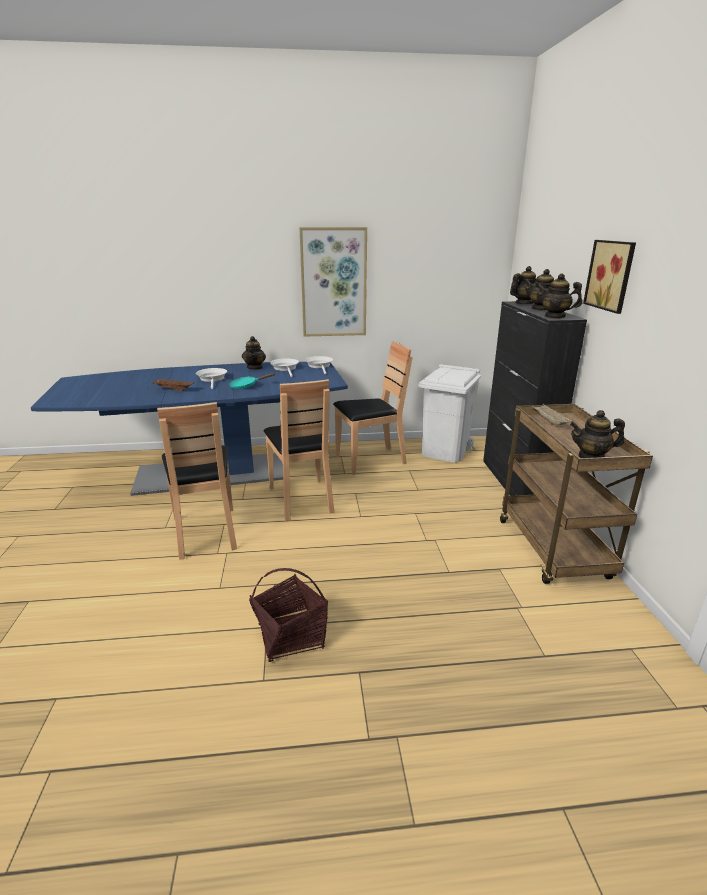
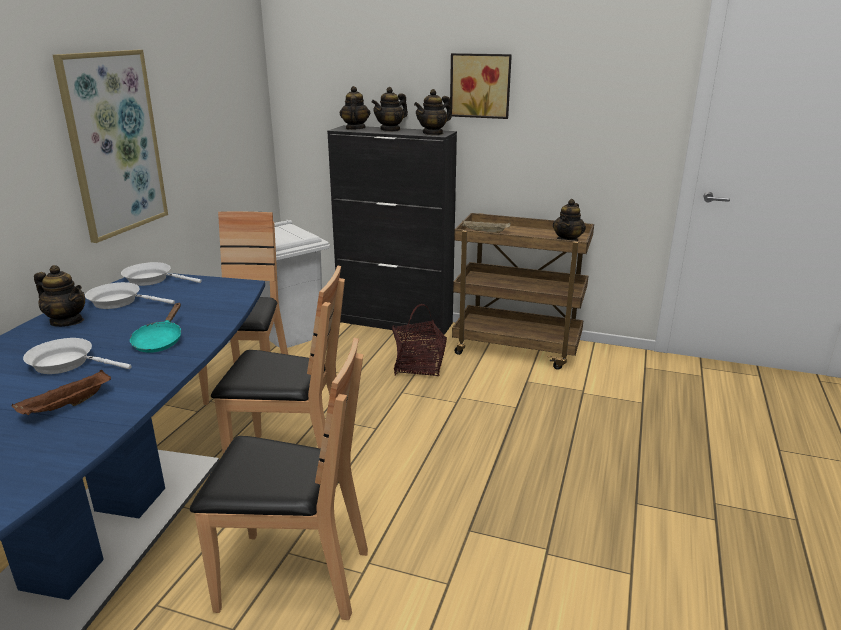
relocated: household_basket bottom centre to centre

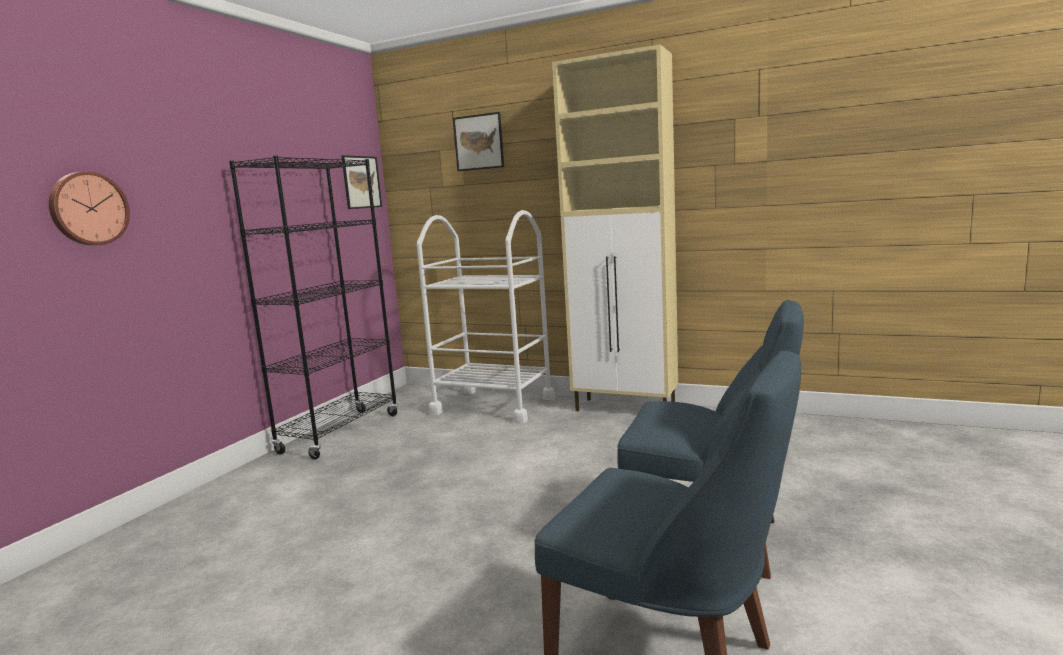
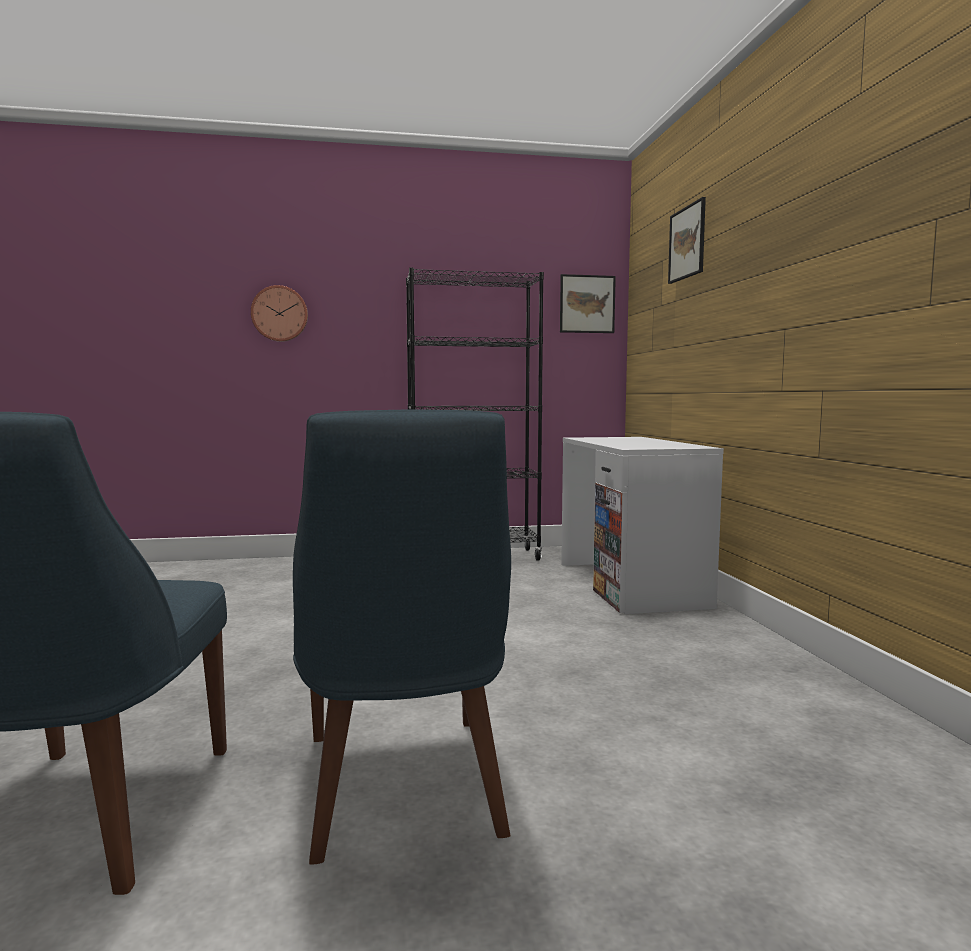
missing: beige-coloured_cabinet centre
exchanged: whitish_cart centre to whitish_desk_unit centre

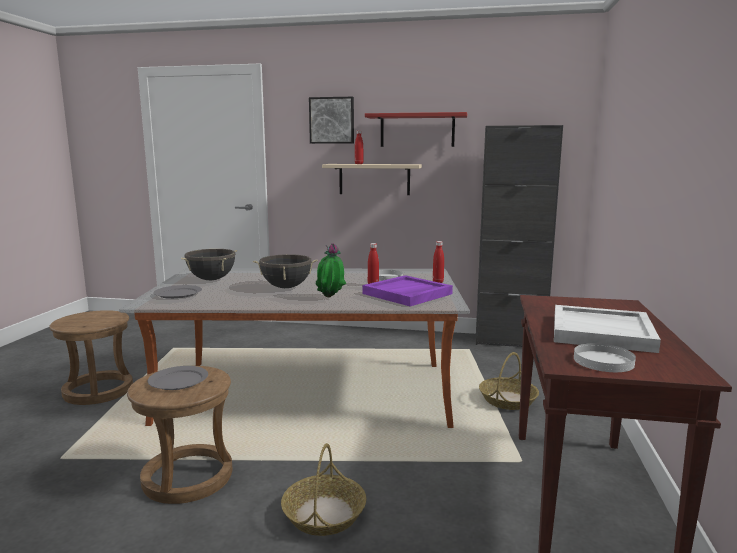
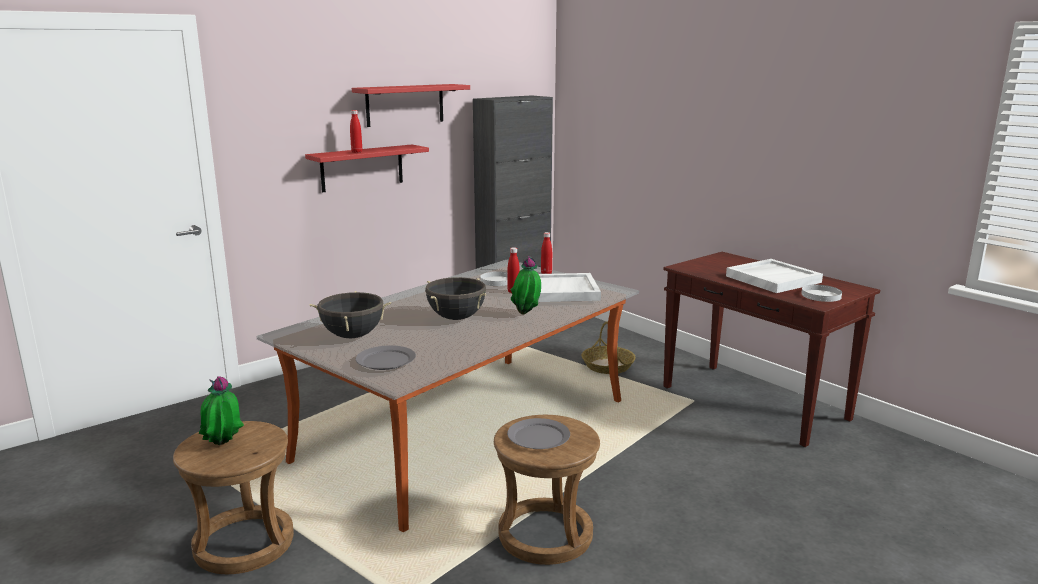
missing: household_basket (no. 1 from left) bottom centre; wall_picture top centre
appeared: plant_in_a_pot (no. 1 from left) bottom left
colour: beige-coloured_wall_shelf top centre to reddish_wall_shelf (no. 1 from left) top centre; purple-coloured_carrying_tray centre to whitish_carrying_tray (no. 1 from left) centre

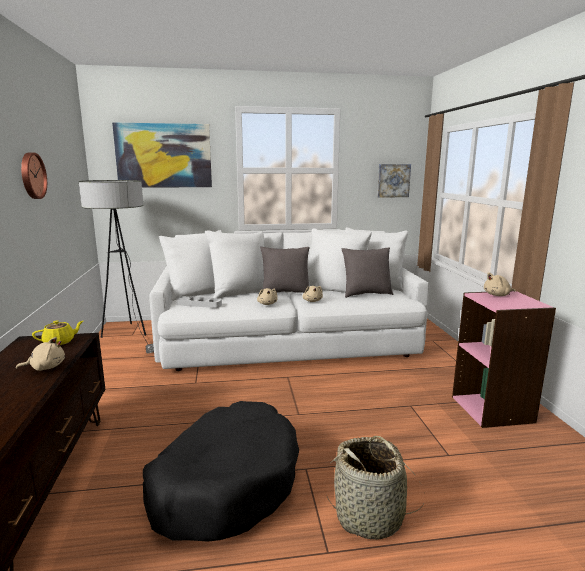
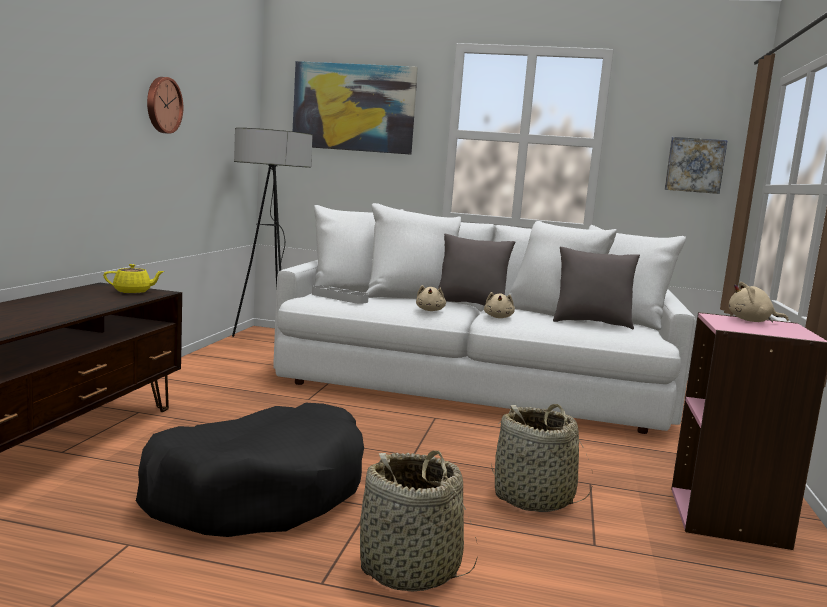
missing: beige-coloured_plush_toy (no. 1 from left) middle left
appeared: household_basket (no. 2 from left) bottom centre

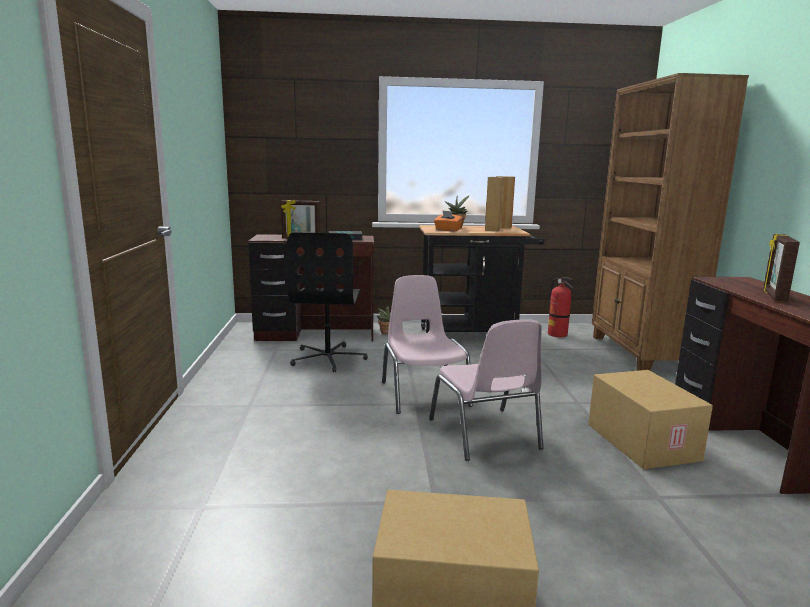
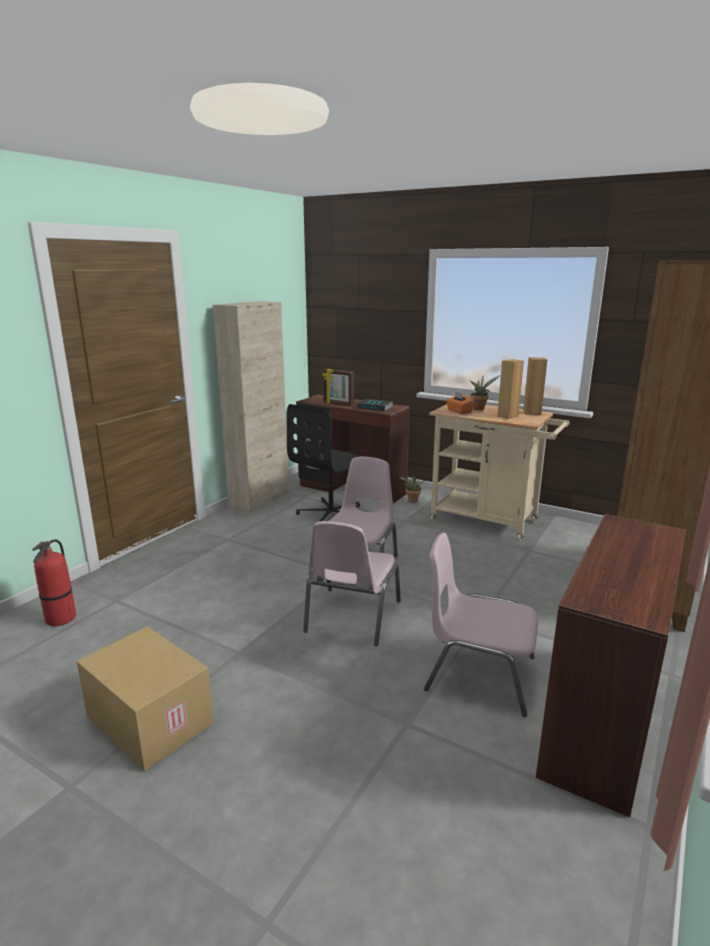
missing: picture_frame (no. 2 from left) middle right
appeared: beige-coloured_cabinet centre
relocated: extinguisher middle right to middle left
exchanged: cardboard_box (no. 2 from left) bottom right to pinkish_upright_chair (no. 3 from left) middle right
colour: black-coloured_cart centre to beige-coloured_cart middle right

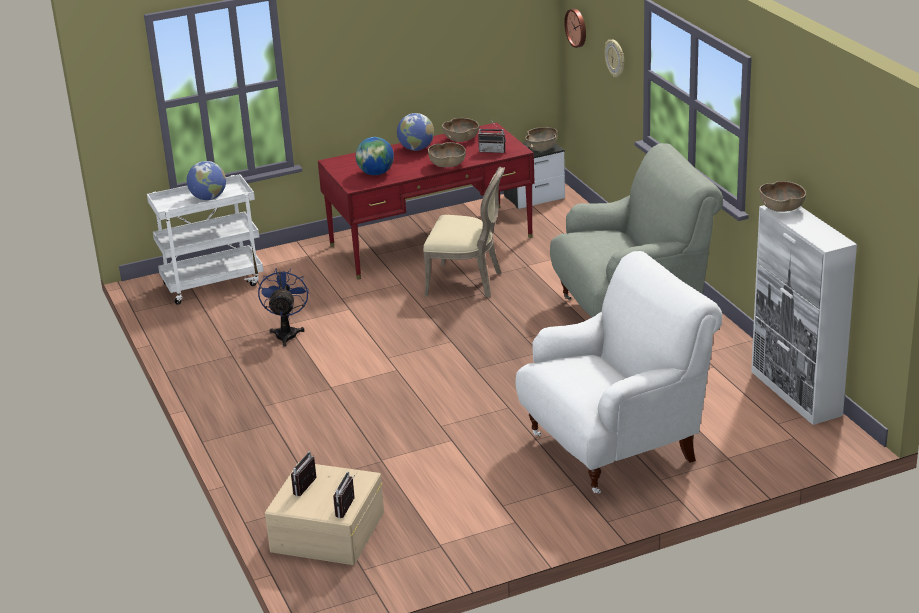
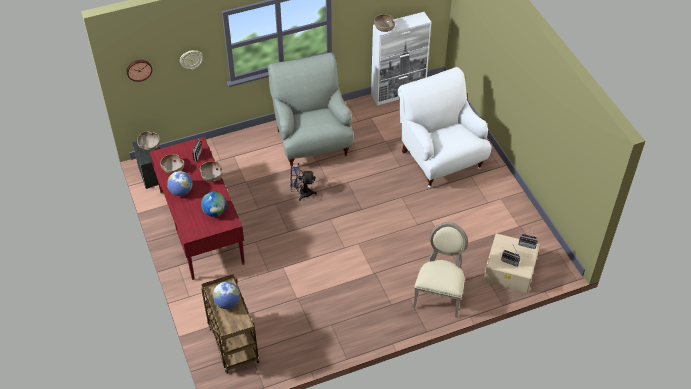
relocated: blue-coloured_fan middle left to centre; beige-coloured_upright_chair centre to bottom centre
colour: whitish_cart middle left to brown-coloured_cart bottom left

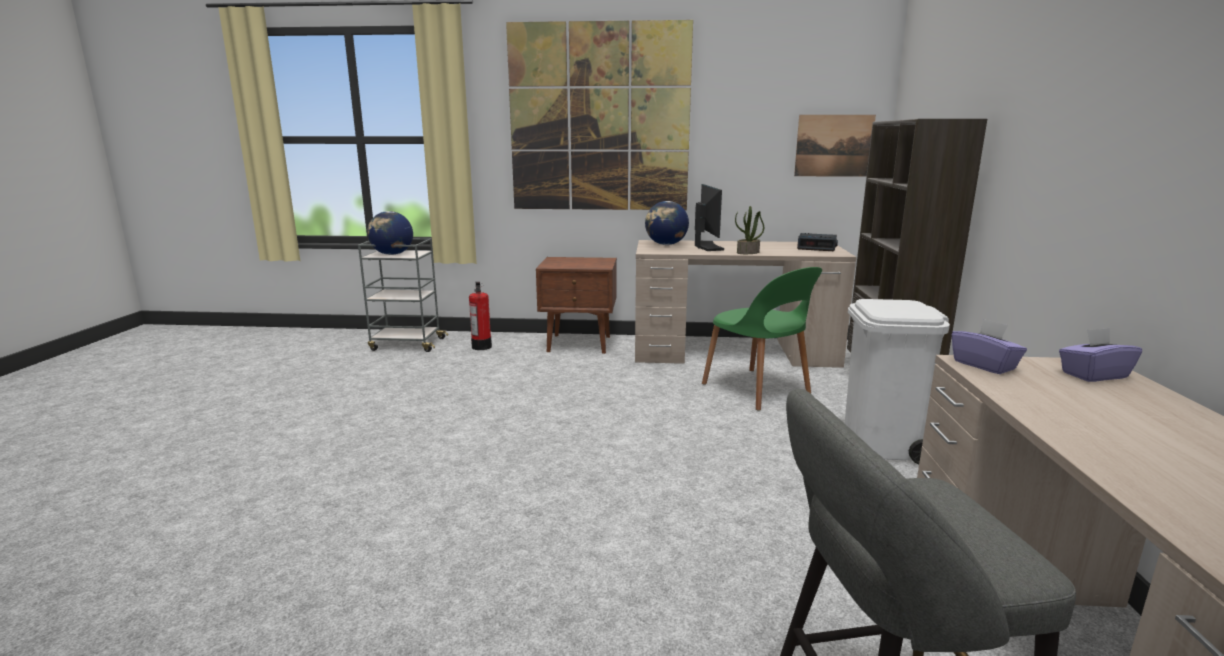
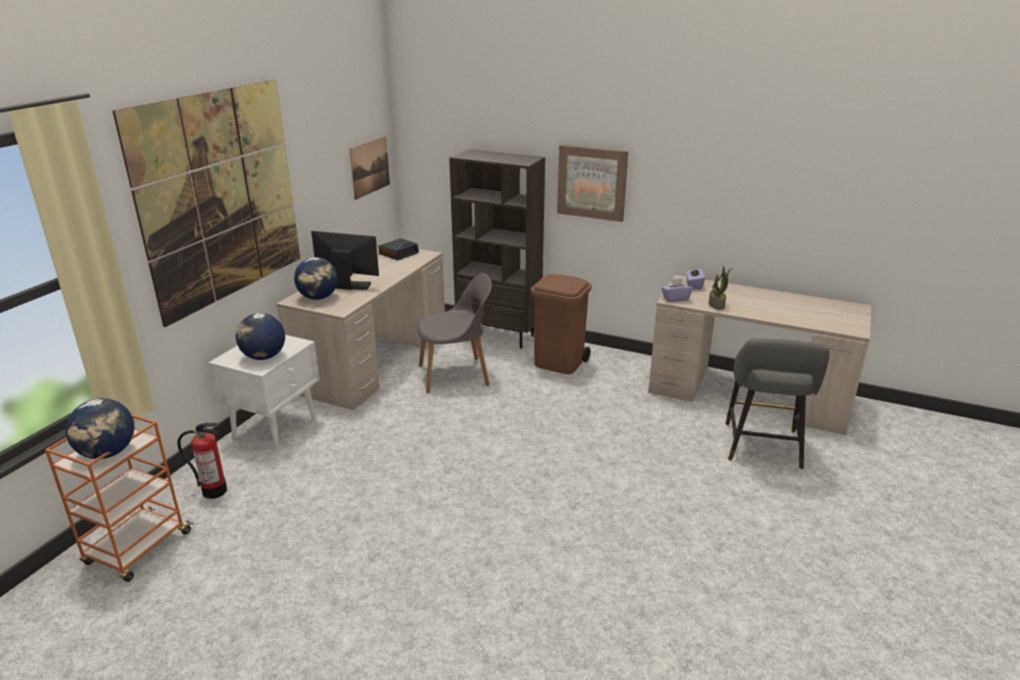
appeared: desk_globe (no. 2 from left) middle left; wall_picture (no. 3 from left) top centre
relocated: plant_in_a_pot centre to middle right
colour: gray_cart middle left to orange_cart bottom left; brown-coloured_nightstand centre to whitish_nightstand middle left; greenish_upright_chair centre to gray_upright_chair centre; whitish_rubbish_bin middle right to brown-coloured_rubbish_bin centre

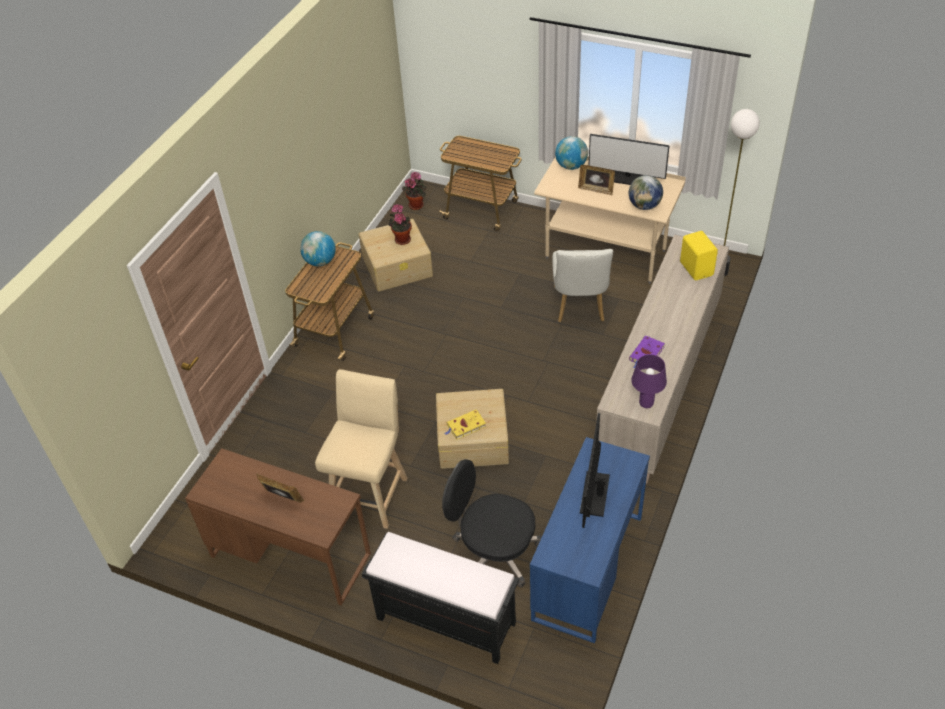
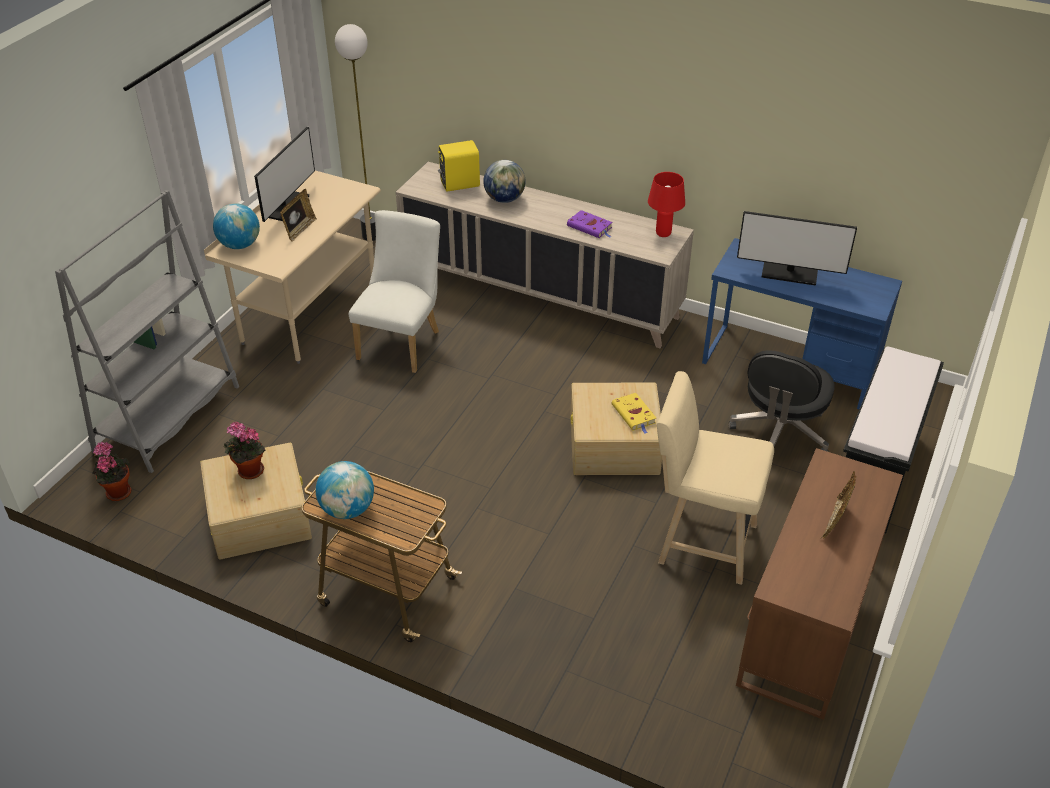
relocated: desk_globe (no. 3 from left) top right to top centre
exchanged: cart (no. 2 from left) top centre to gray_bookcase middle left
colour: purple-coloured_table_lamp middle right to reddish_table_lamp top centre
spun: whitish_upright_chair centre = centre 75 degrees counterclockwise

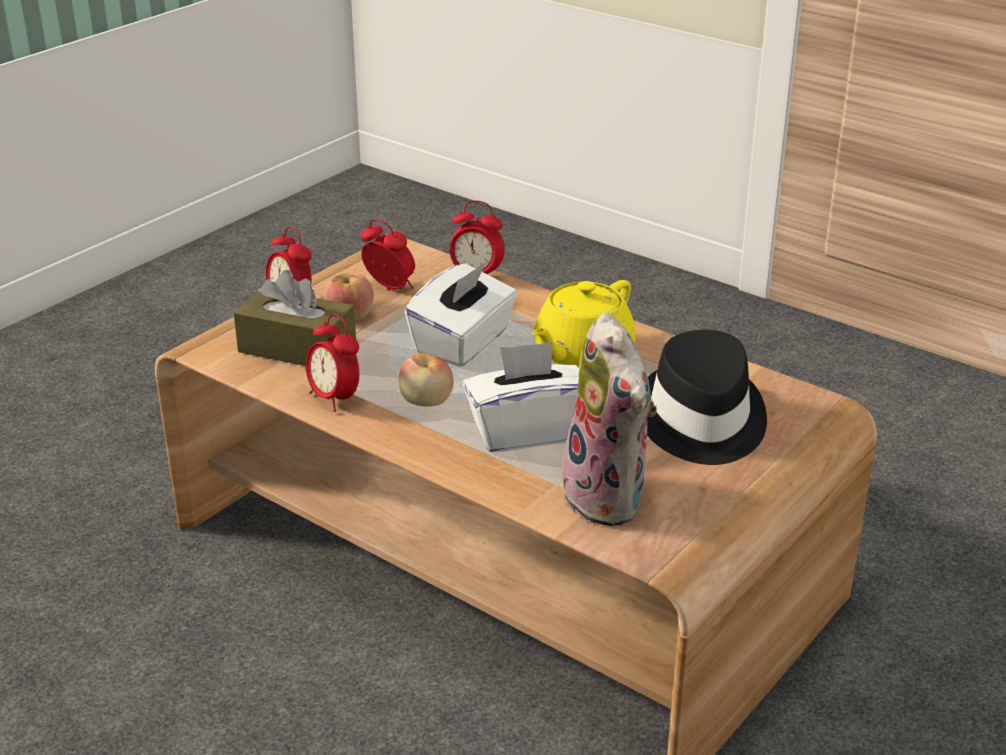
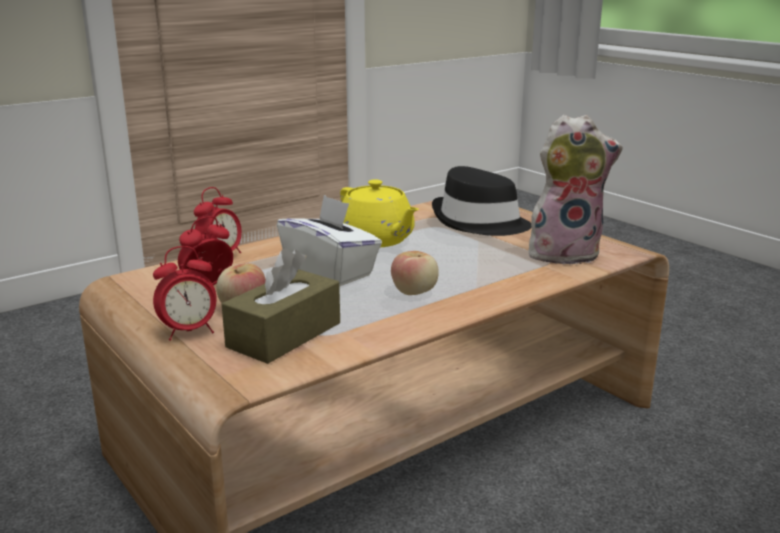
missing: table_clock (no. 2 from left) middle left; whitish_tissue_holder (no. 2 from left) centre

